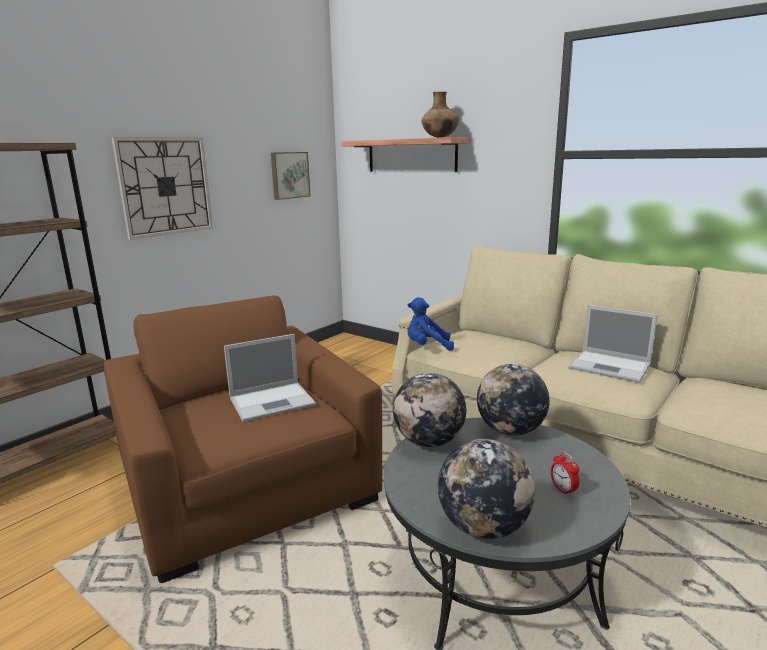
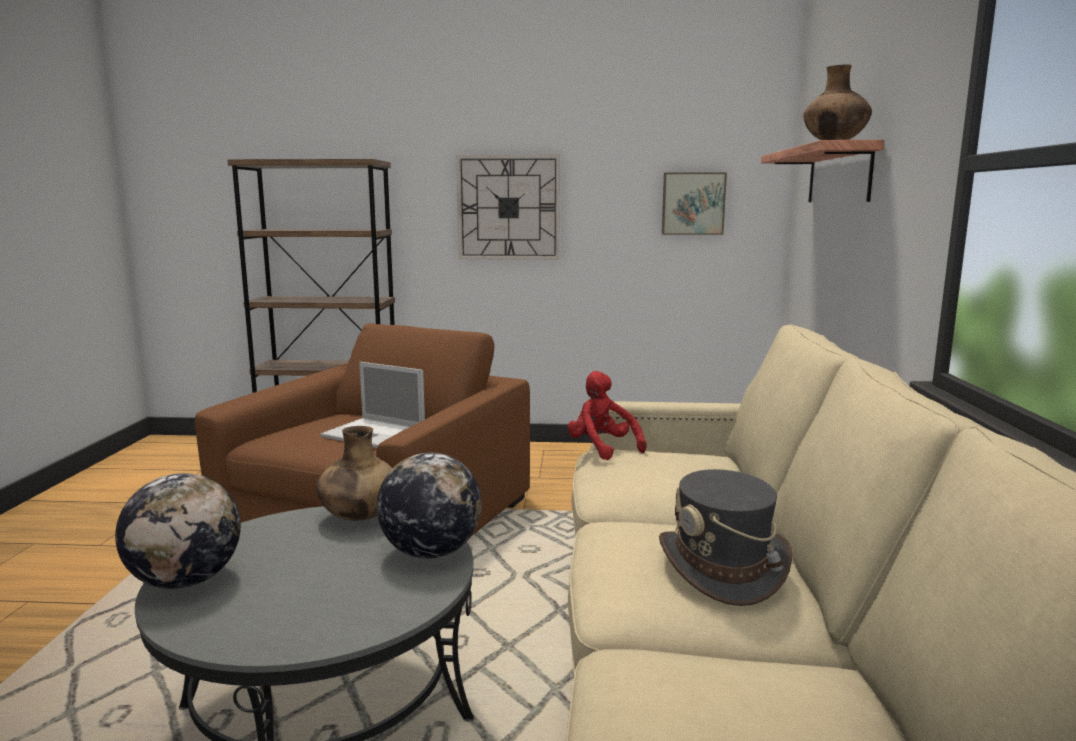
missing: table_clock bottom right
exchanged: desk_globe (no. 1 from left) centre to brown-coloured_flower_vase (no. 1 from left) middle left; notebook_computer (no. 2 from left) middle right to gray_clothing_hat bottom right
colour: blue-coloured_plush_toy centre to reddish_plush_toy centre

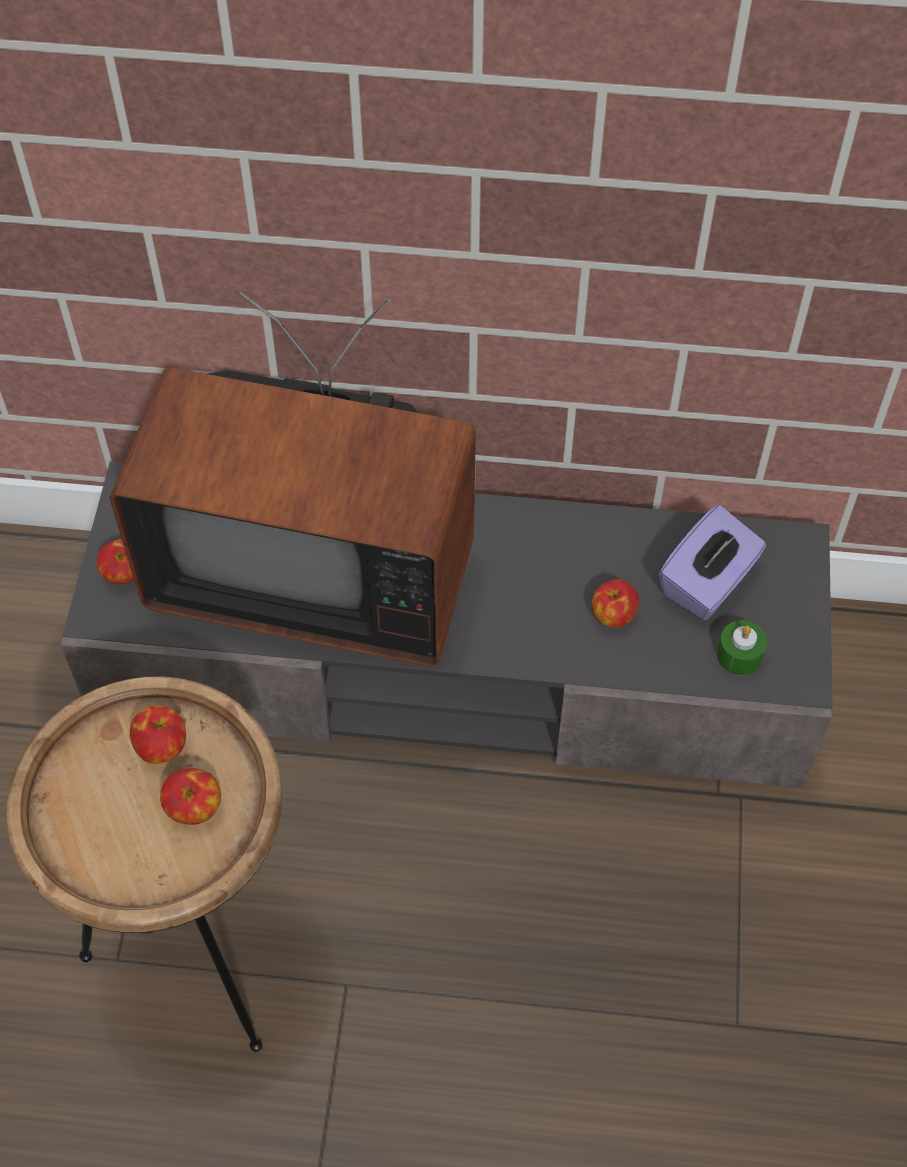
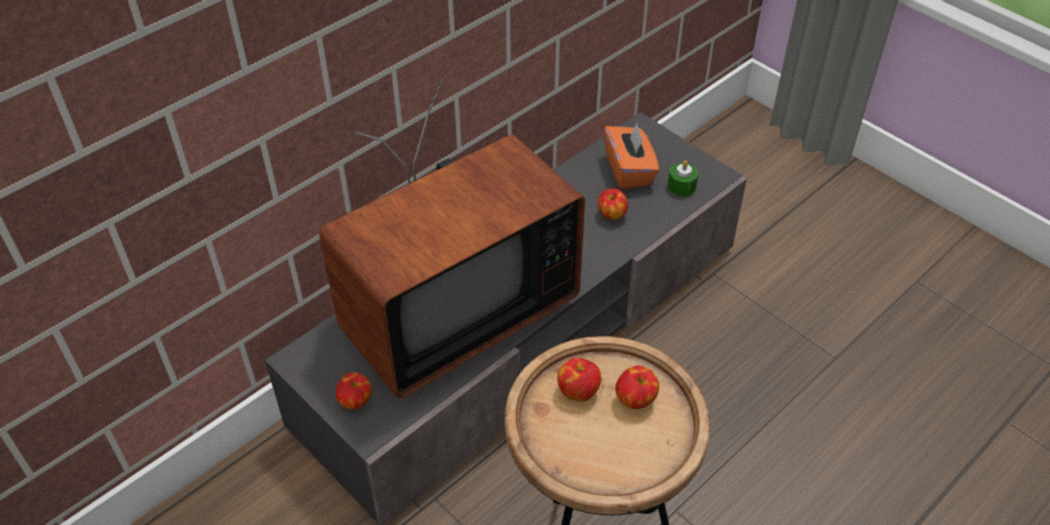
colour: purple-coloured_tissue_holder middle right to orange_tissue_holder top centre

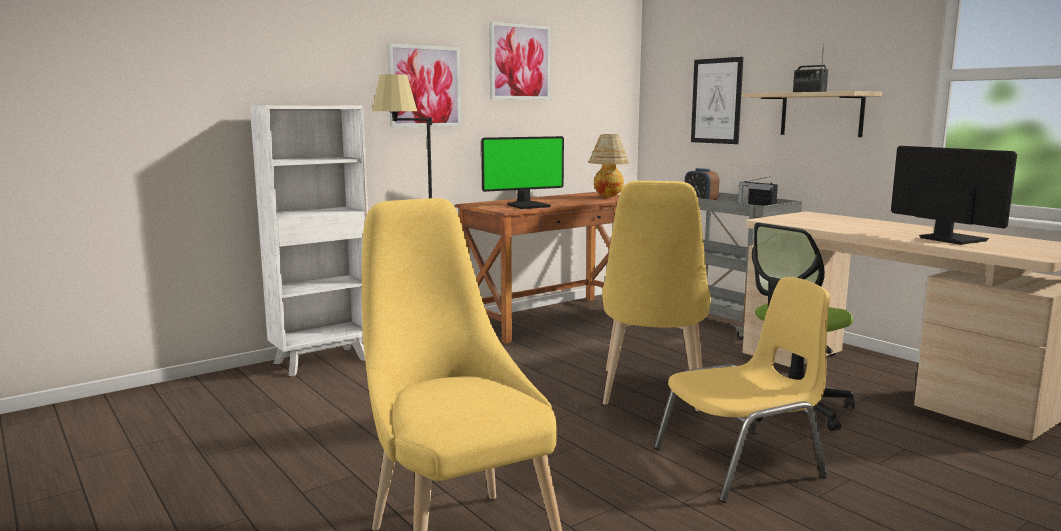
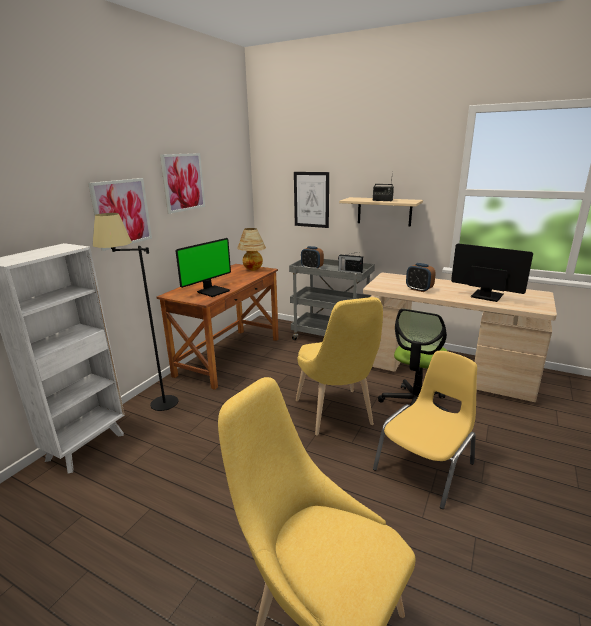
appeared: table_clock (no. 2 from left) middle right

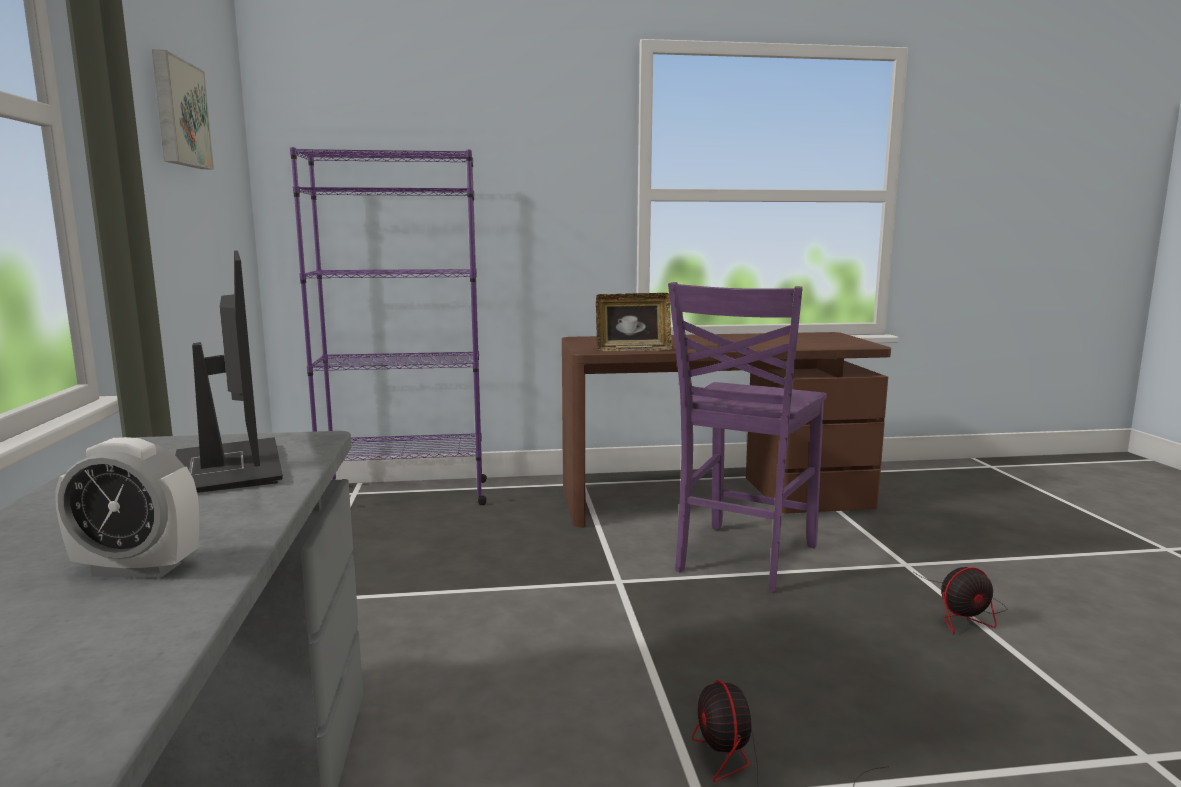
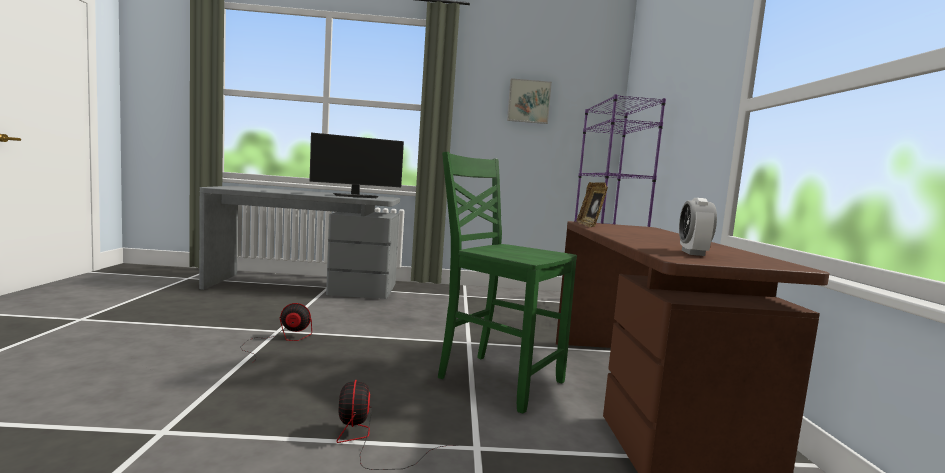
relocated: table_clock middle left to middle right
colour: purple-coloured_upright_chair centre to greenish_upright_chair centre

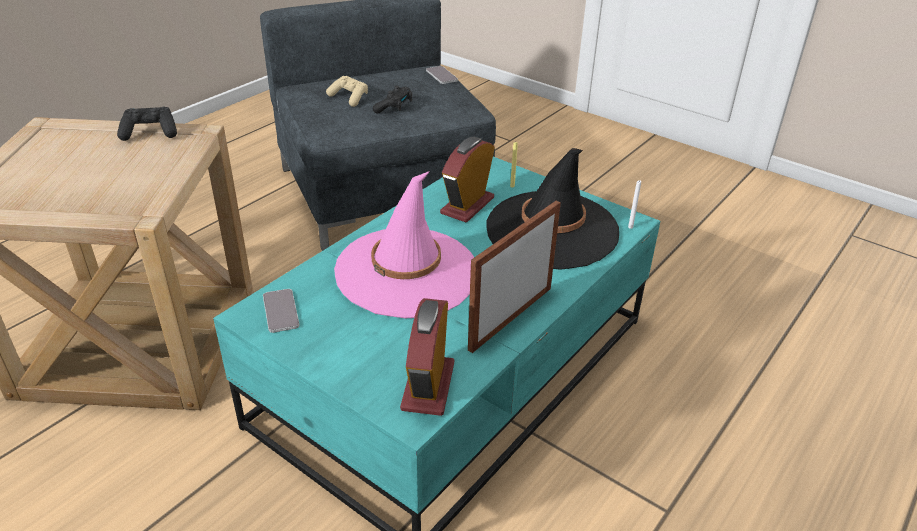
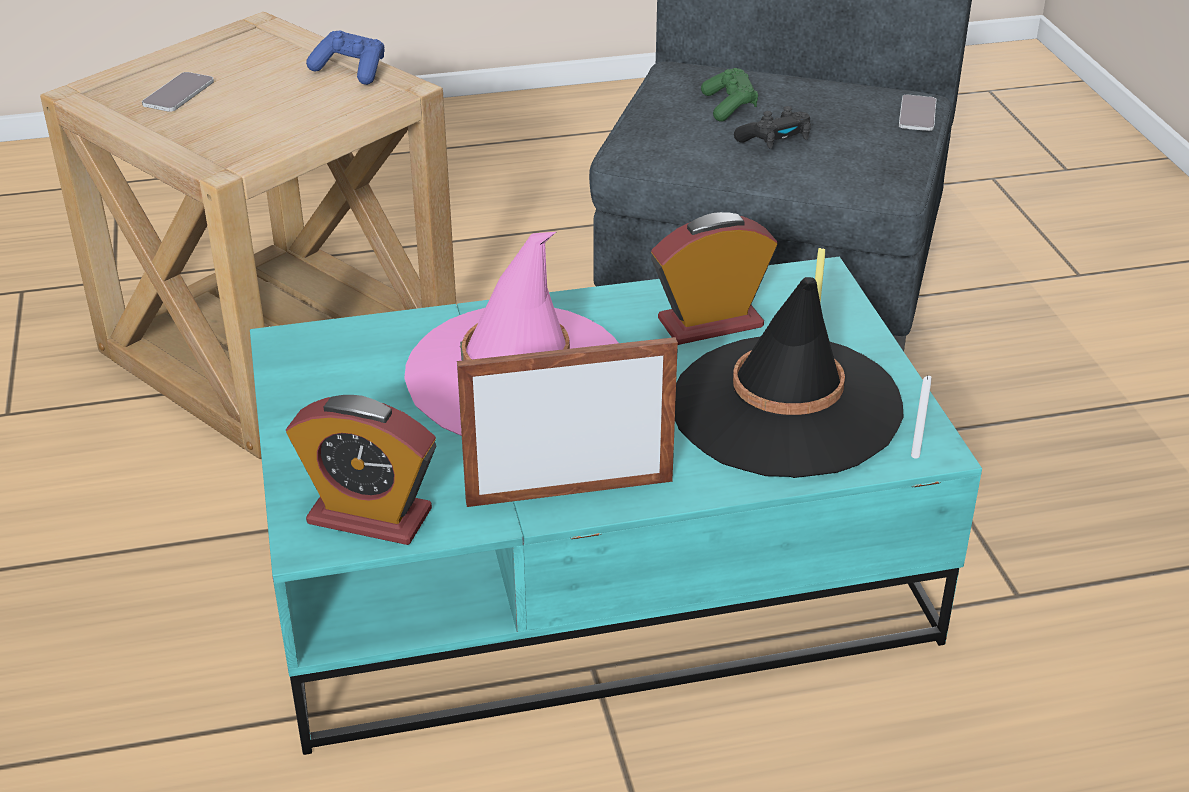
relocated: handset (no. 1 from left) middle left to top left
colour: black-coloured_joypad (no. 1 from left) top left to blue-coloured_joypad top left; beige-coloured_joypad top centre to greenish_joypad top centre
spun: table_clock (no. 1 from left) bottom centre = middle left 120 degrees counterclockwise

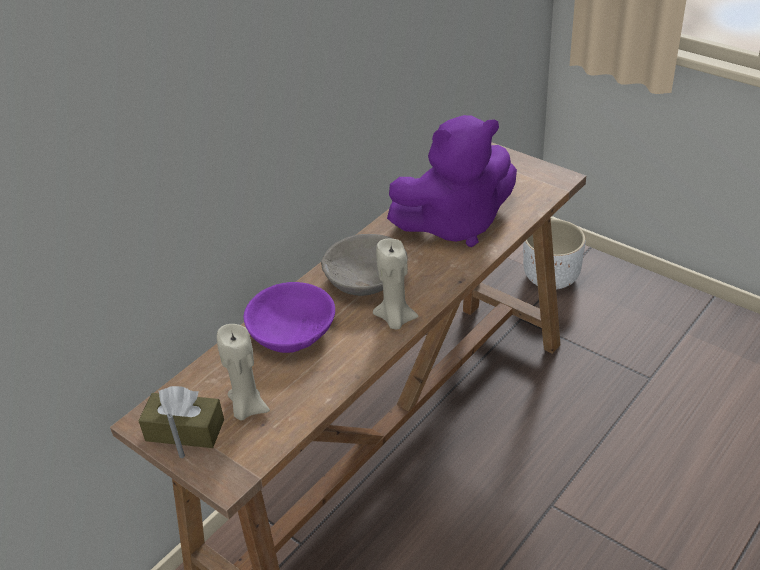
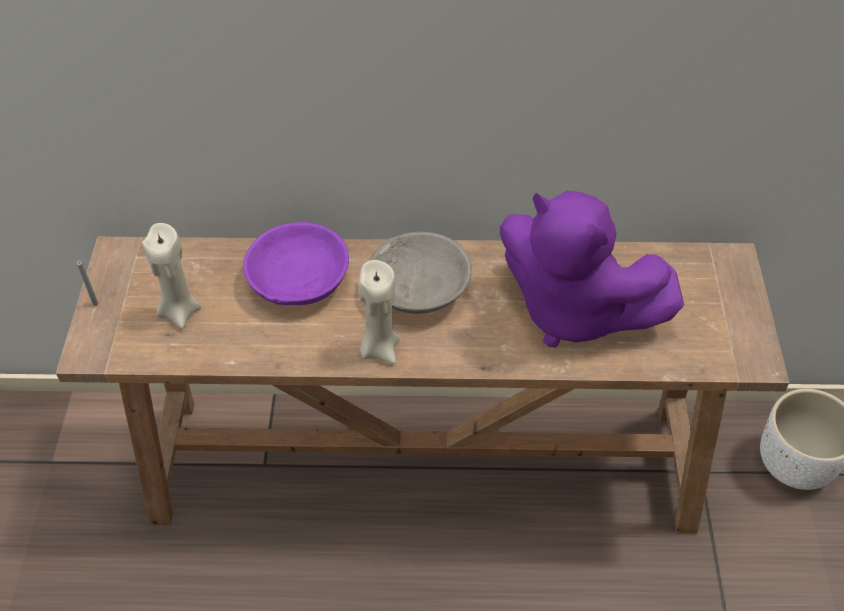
missing: brown-coloured_tissue_holder bottom left

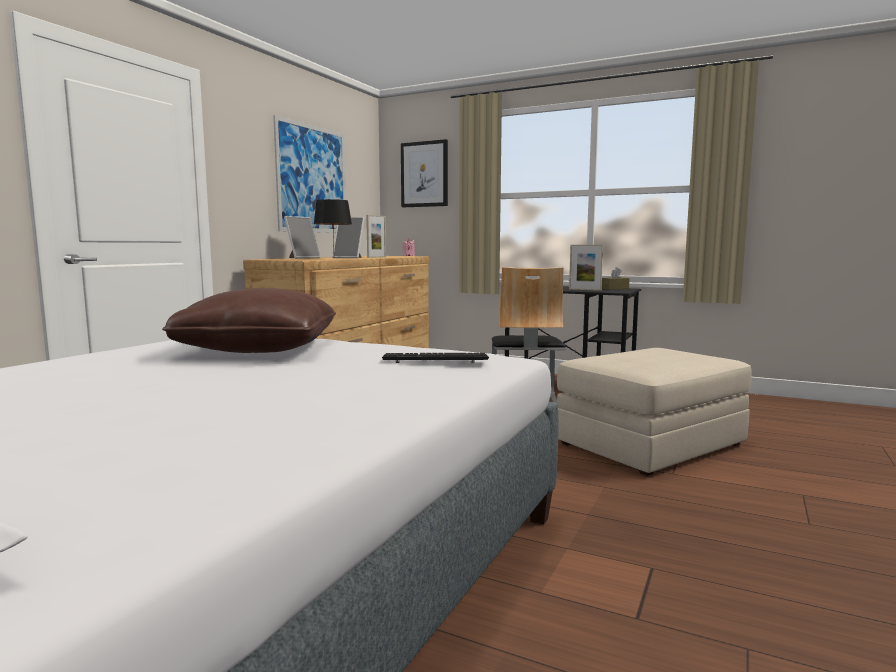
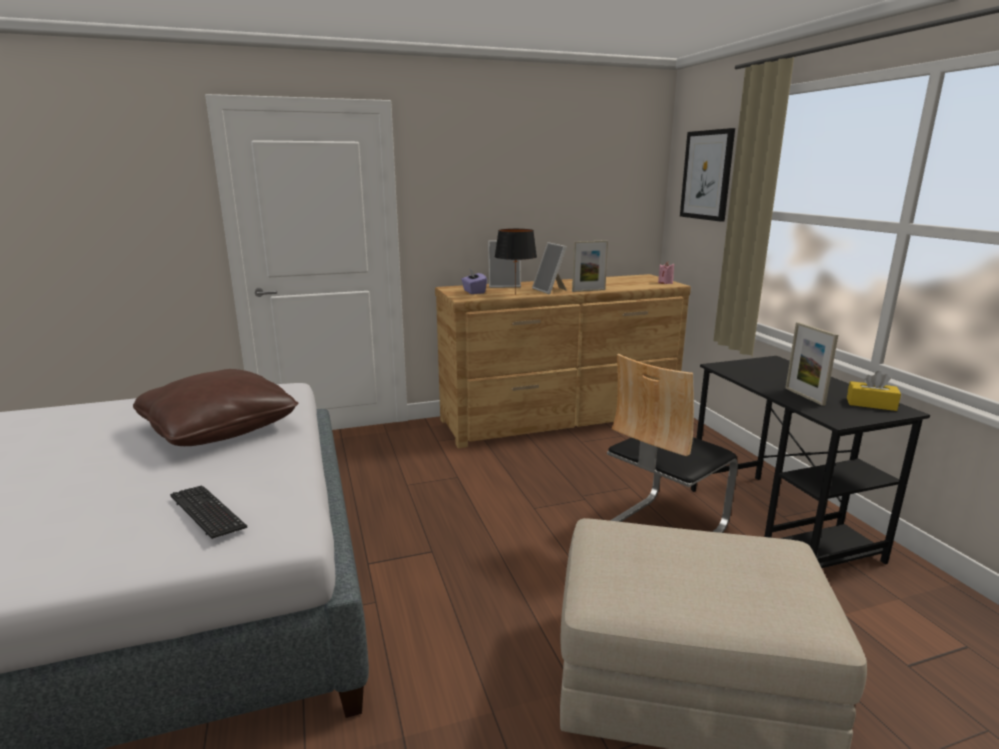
missing: wall_picture (no. 1 from left) top centre
appeared: purple-coloured_tissue_holder centre
colour: brown-coloured_tissue_holder middle right to yellowish_tissue_holder middle right

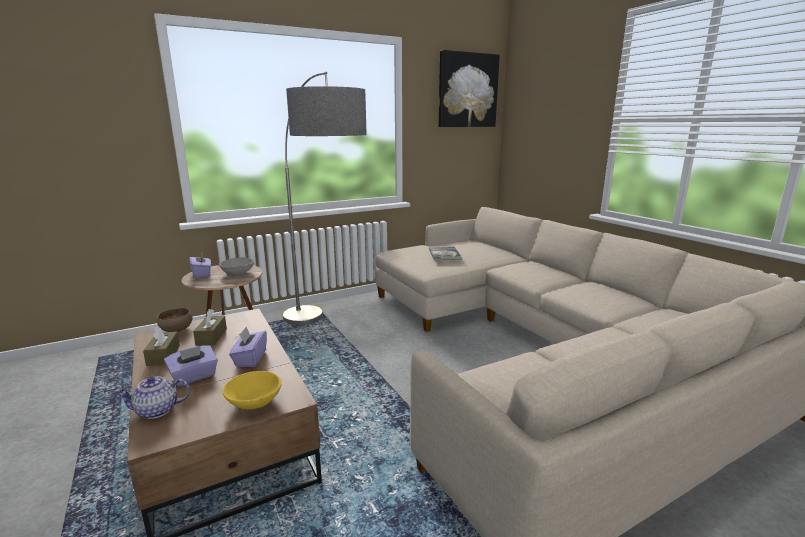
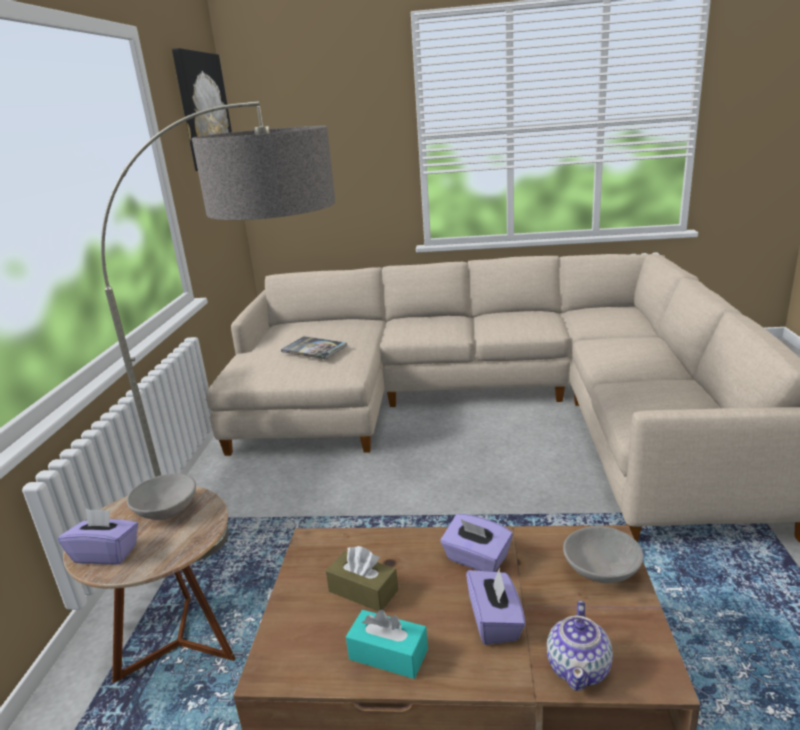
missing: brown-coloured_bowl middle left
colour: brown-coloured_tissue_holder (no. 1 from left) middle left to turquoise-coloured_tissue_holder bottom centre; yellowish_bowl bottom left to gray_bowl (no. 2 from left) bottom right

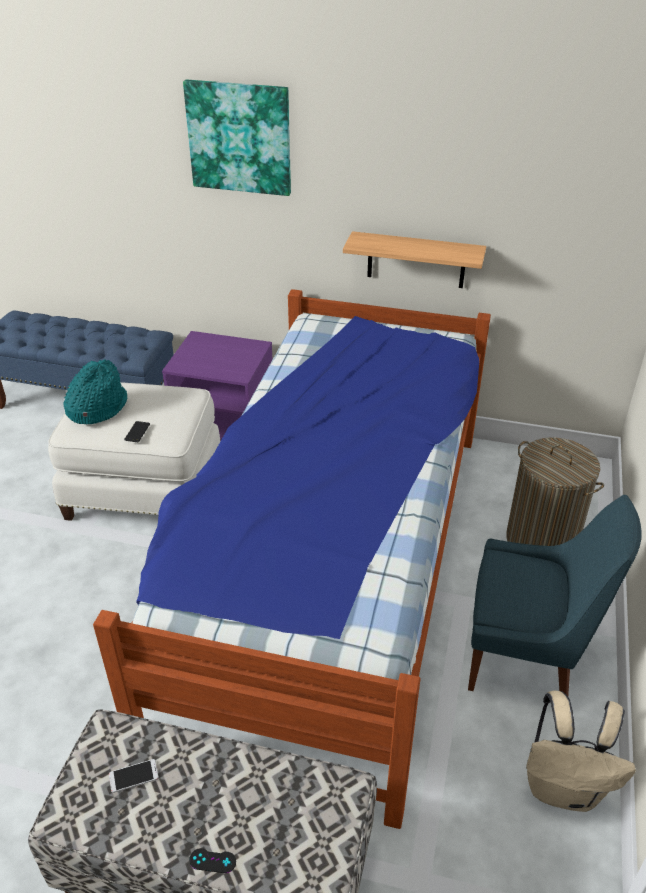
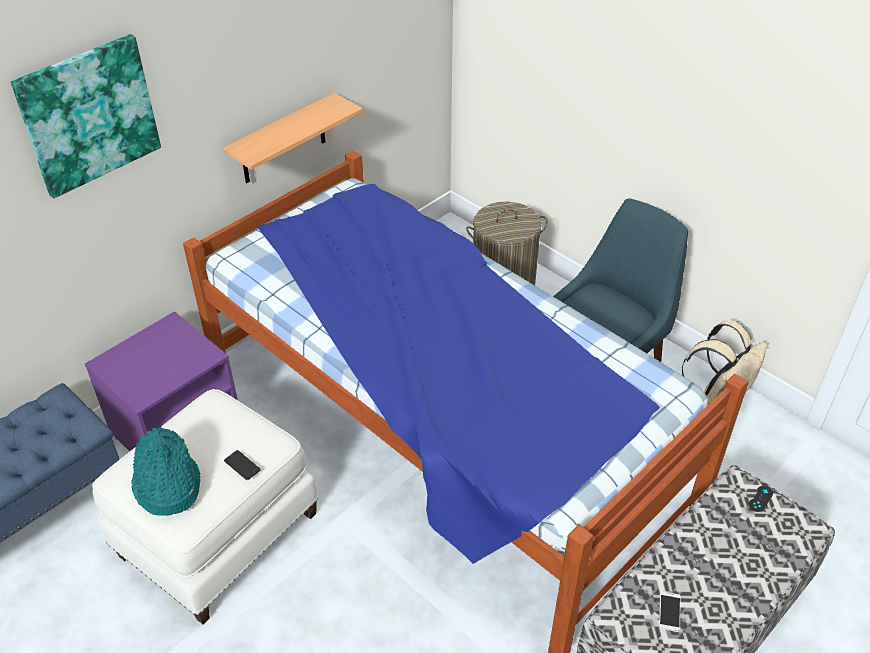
relocated: black-coloured_joypad bottom left to bottom right

